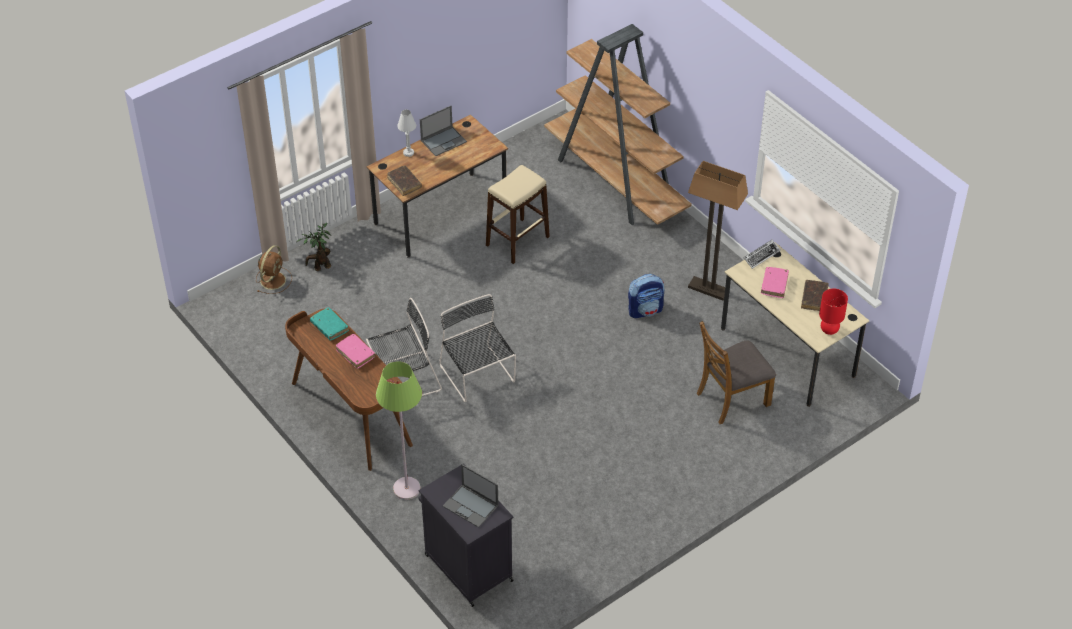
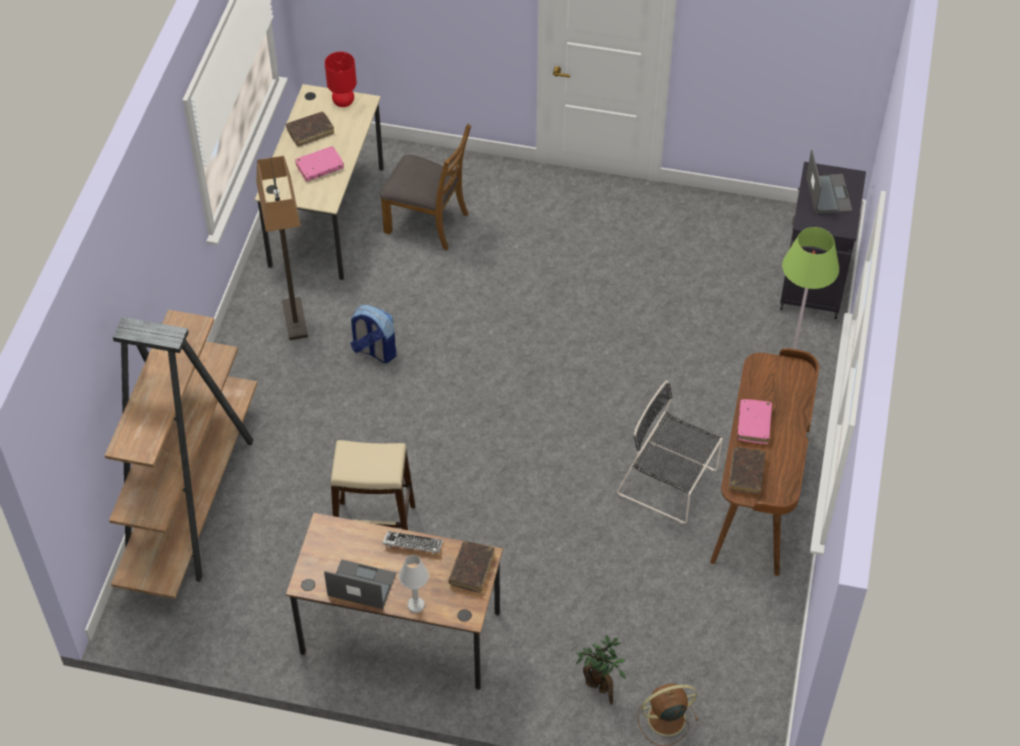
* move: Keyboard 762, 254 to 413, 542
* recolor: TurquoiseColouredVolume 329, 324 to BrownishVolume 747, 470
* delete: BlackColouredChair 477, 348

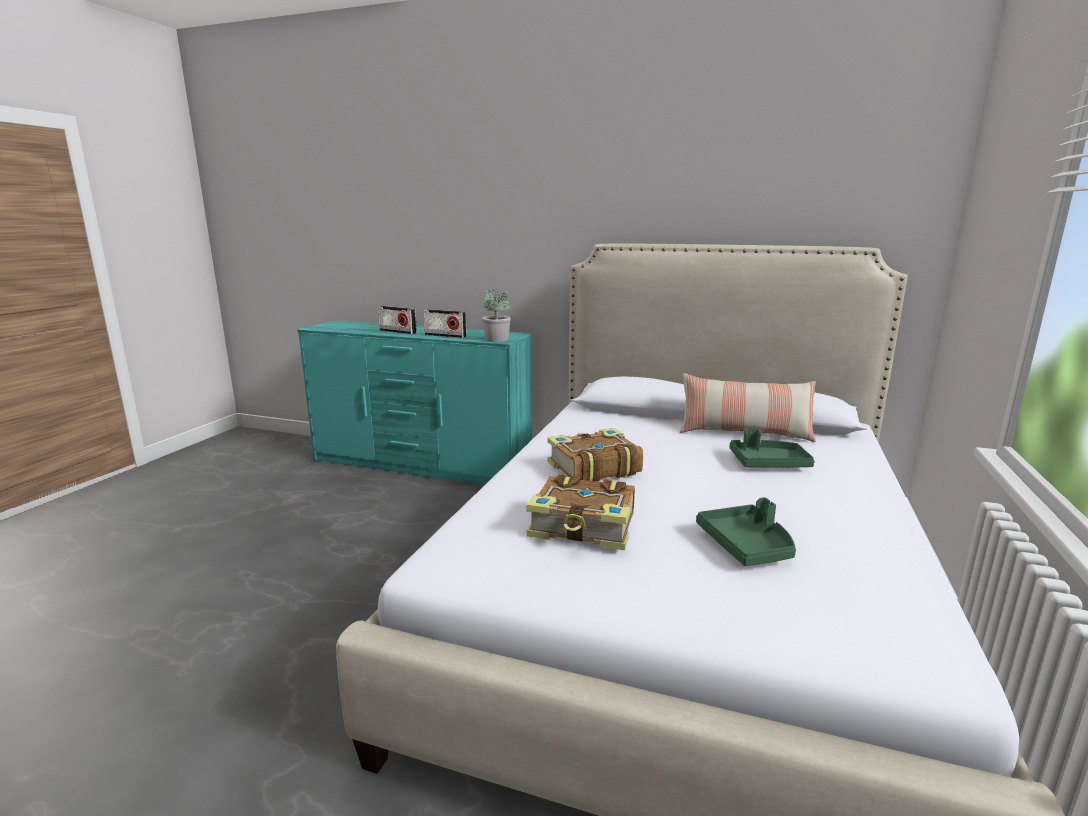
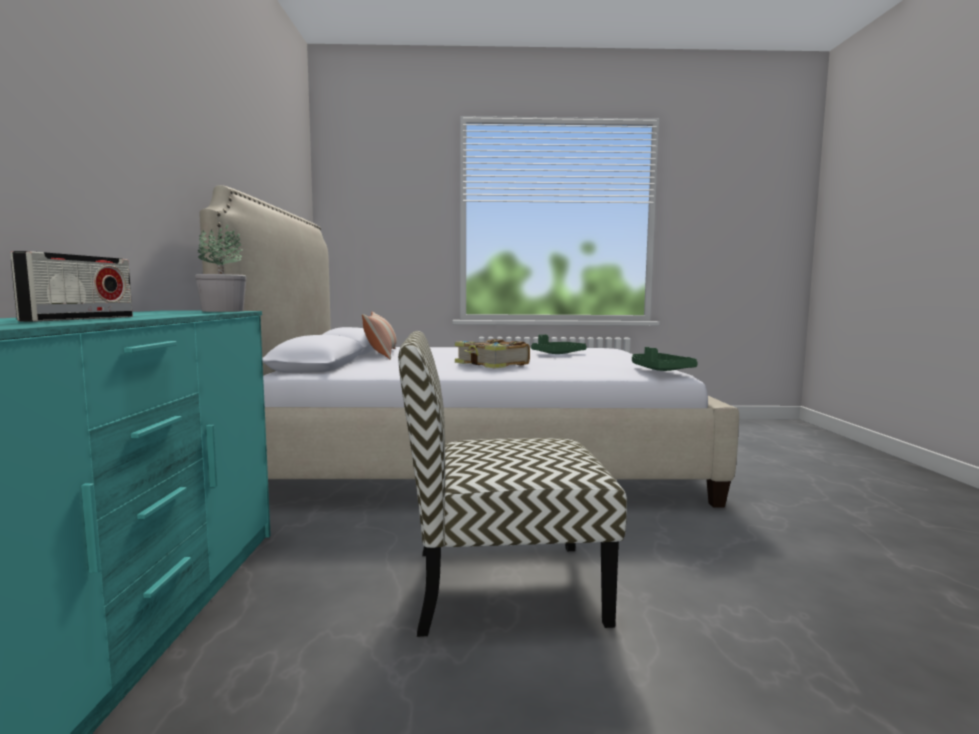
* insert: Chair 512, 484
* move: GreenishTray 772, 448 to 665, 359
* delete: RadioSet 445, 323
* delete: Volume 580, 512

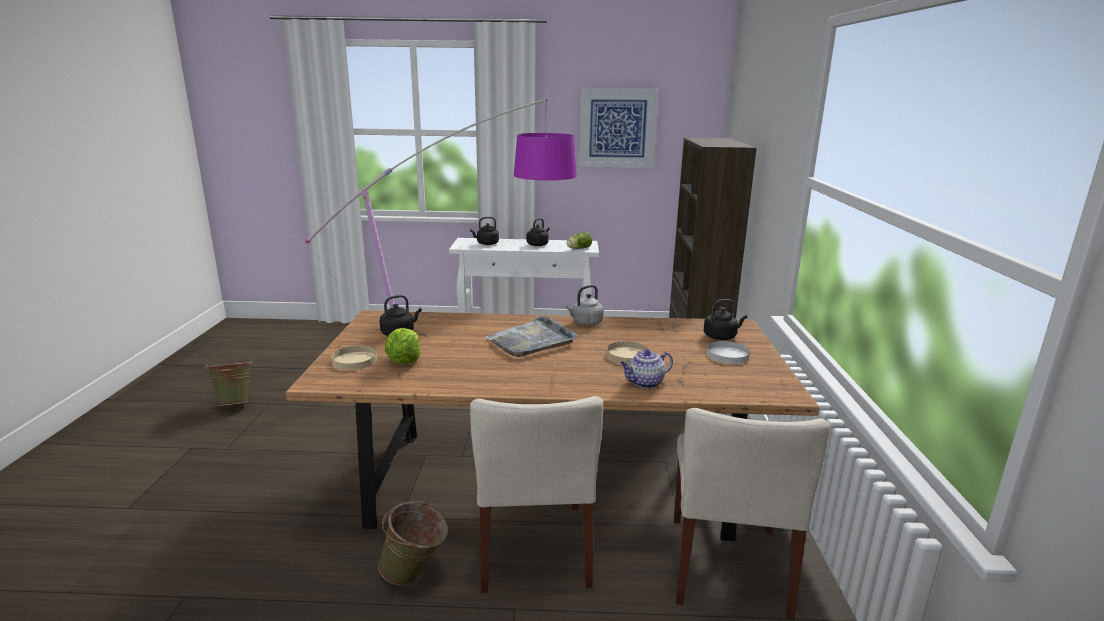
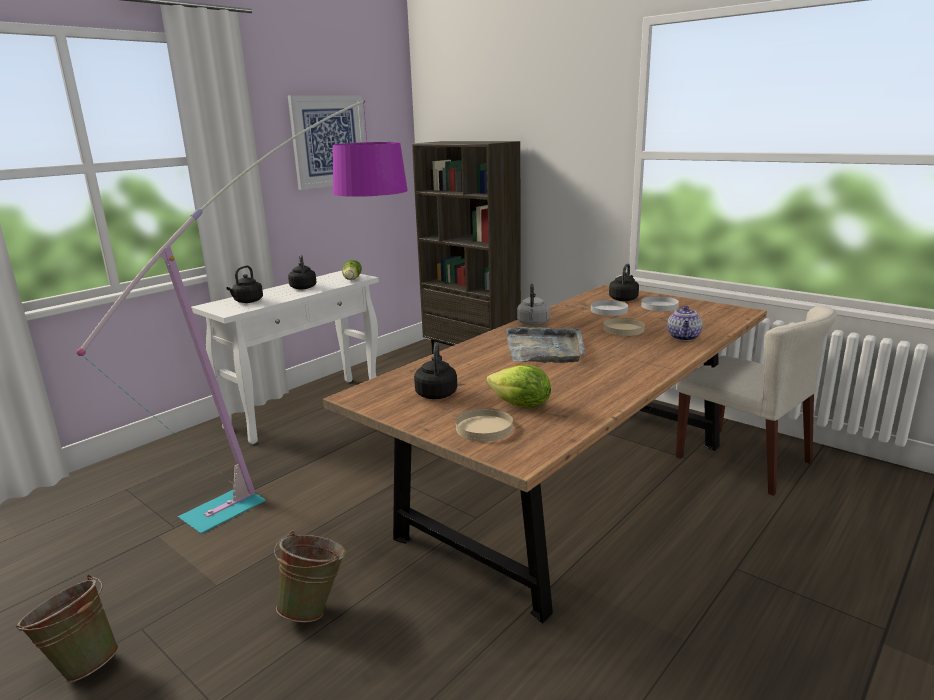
* move: GreenishPail 413, 543 to 310, 576
* insert: WhitishFlatDish 609, 308
* delete: BeigeChair 536, 494

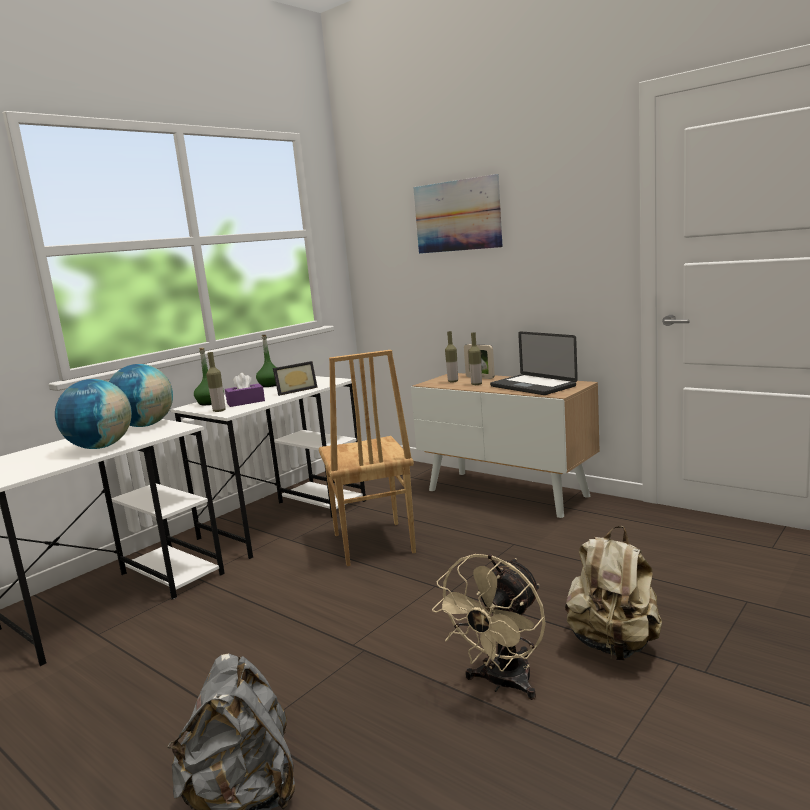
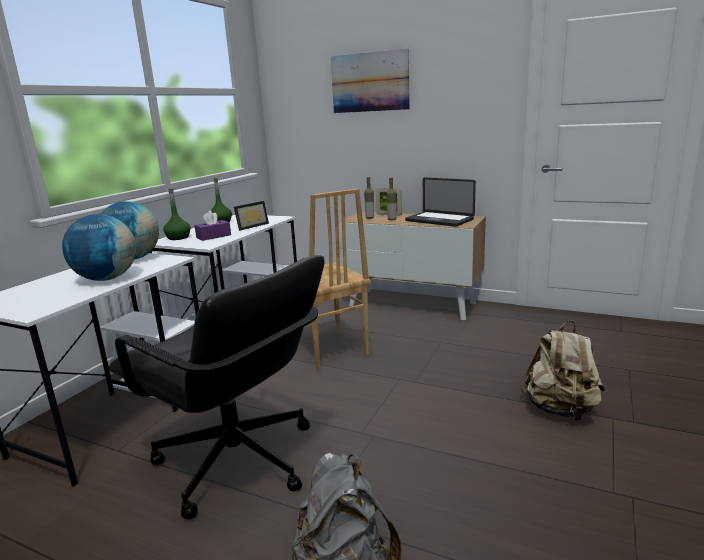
* insert: BlackColouredDeskChair 217, 387
* delete: DrinkBottle 216, 382
* delete: BeigeElectricFan 489, 627

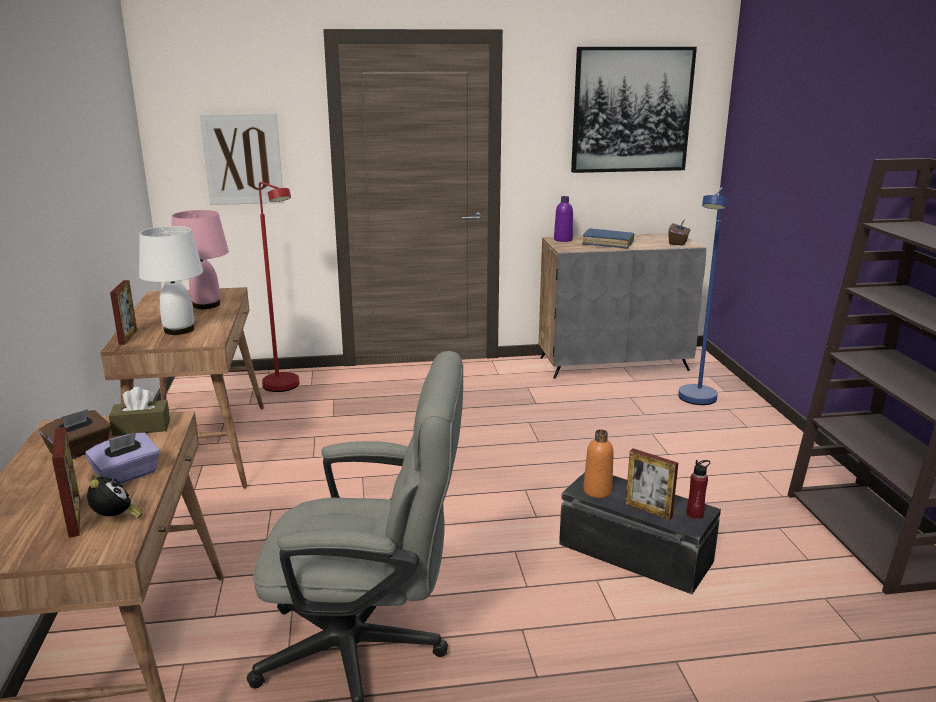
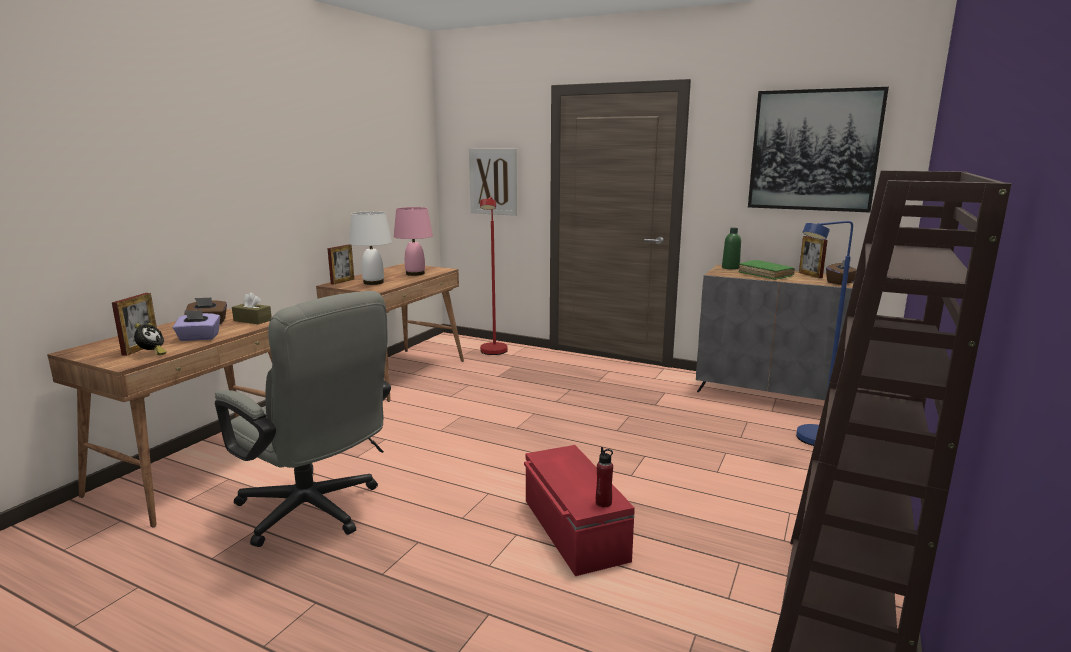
* recolor: BlackColouredStorageBin 640, 533 to ReddishStorageBin 579, 510
* recolor: PurpleColouredDrinkBottle 563, 219 to GreenishDrinkBottle 731, 249
* recolor: BluishVolume 608, 238 to GreenishVolume 766, 270
* move: PhotoFrame 652, 484 to 813, 257
* delete: OrangeColouredDrinkBottle 598, 463

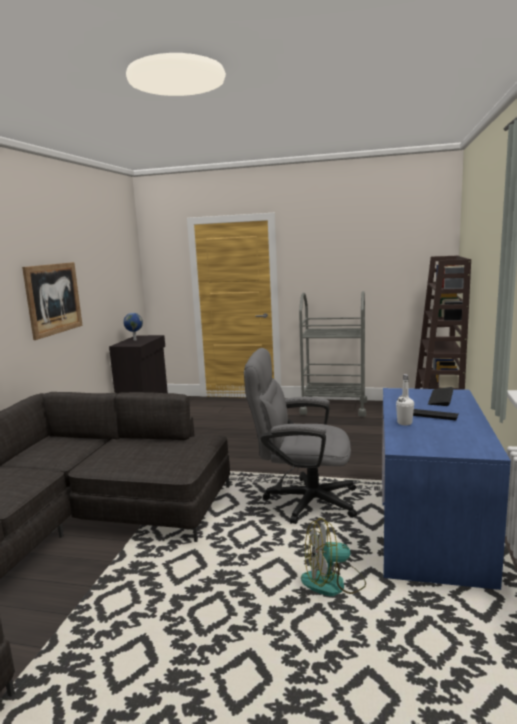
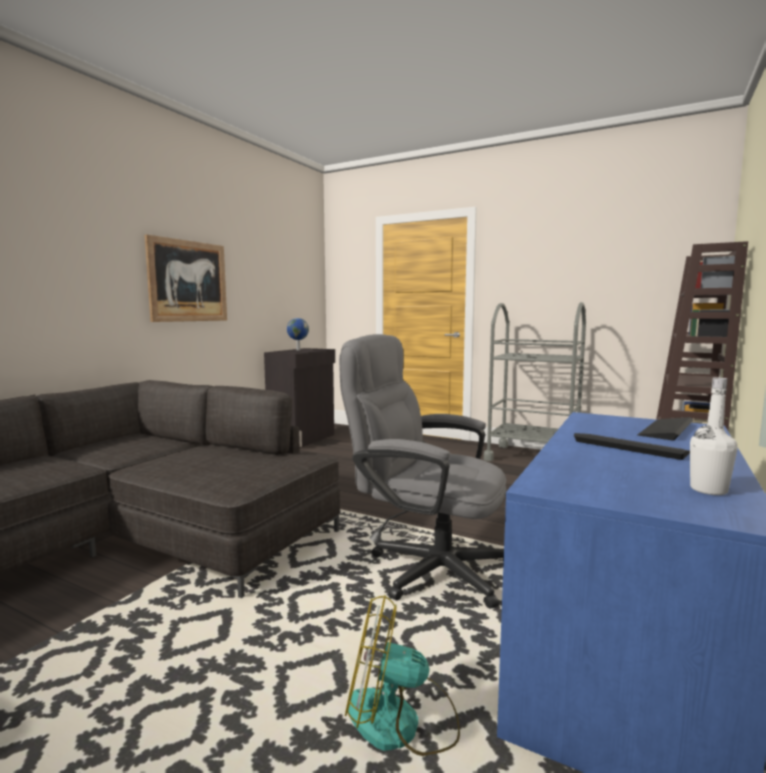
* move: WhitishDrinkBottle 405, 399 to 714, 436

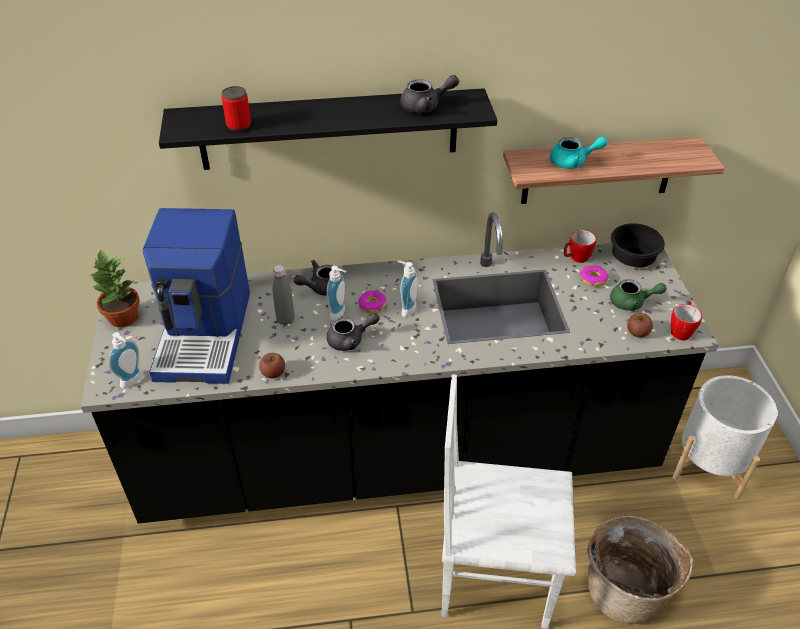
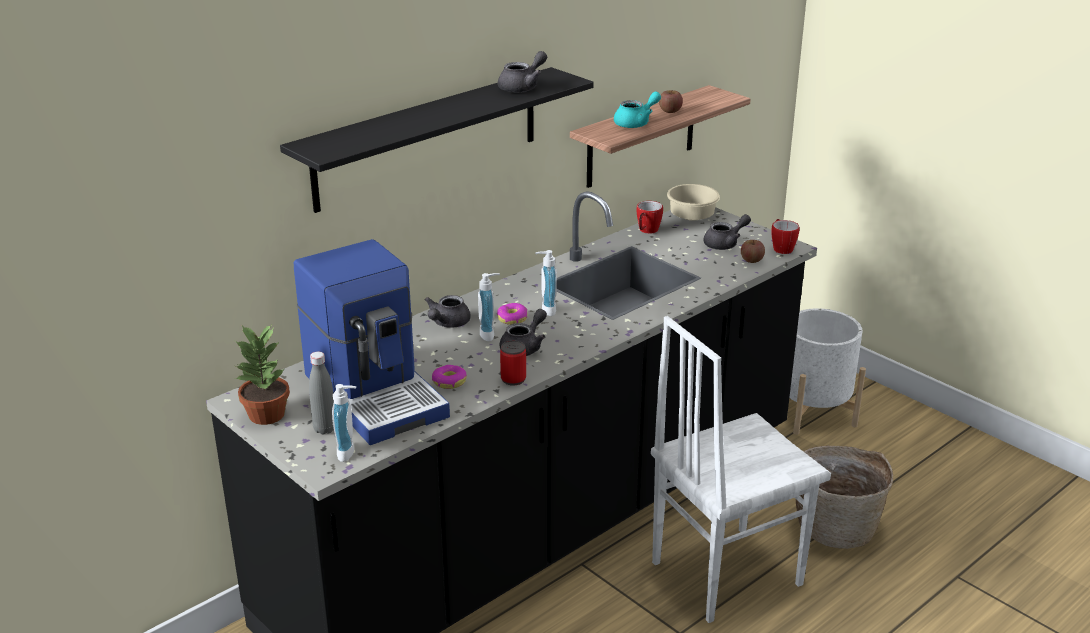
* move: GrayDrinkBottle 284, 295 to 321, 393
* move: RingDoughnut 594, 276 to 449, 377
* move: MetalCan 236, 108 to 513, 363
* move: Apple 272, 366 to 671, 101
* recolor: BlackColouredServingBowl 638, 245 to BeigeServingBowl 693, 202
* recolor: GreenishTeaPot 638, 295 to GrayTeaPot 727, 232

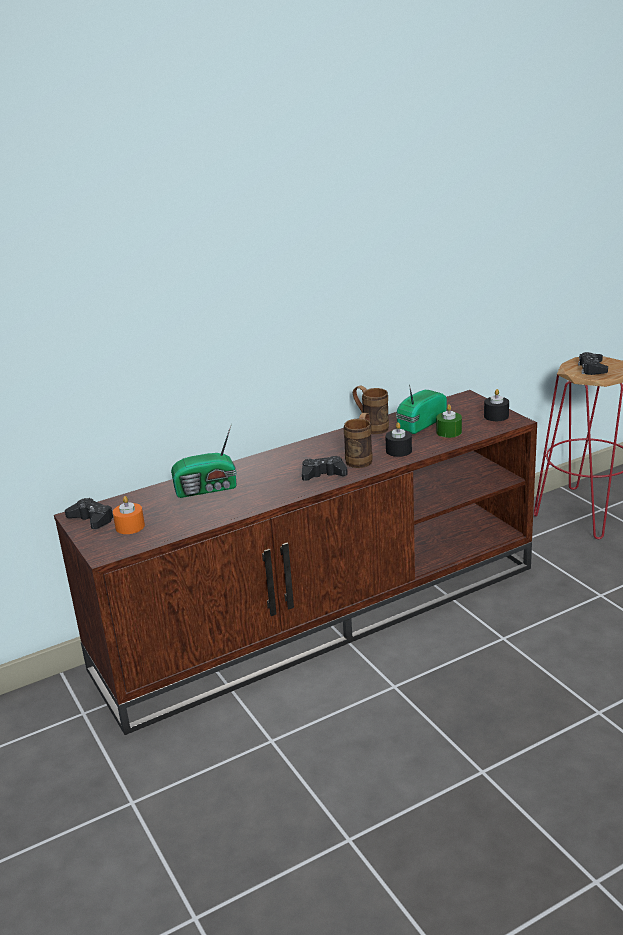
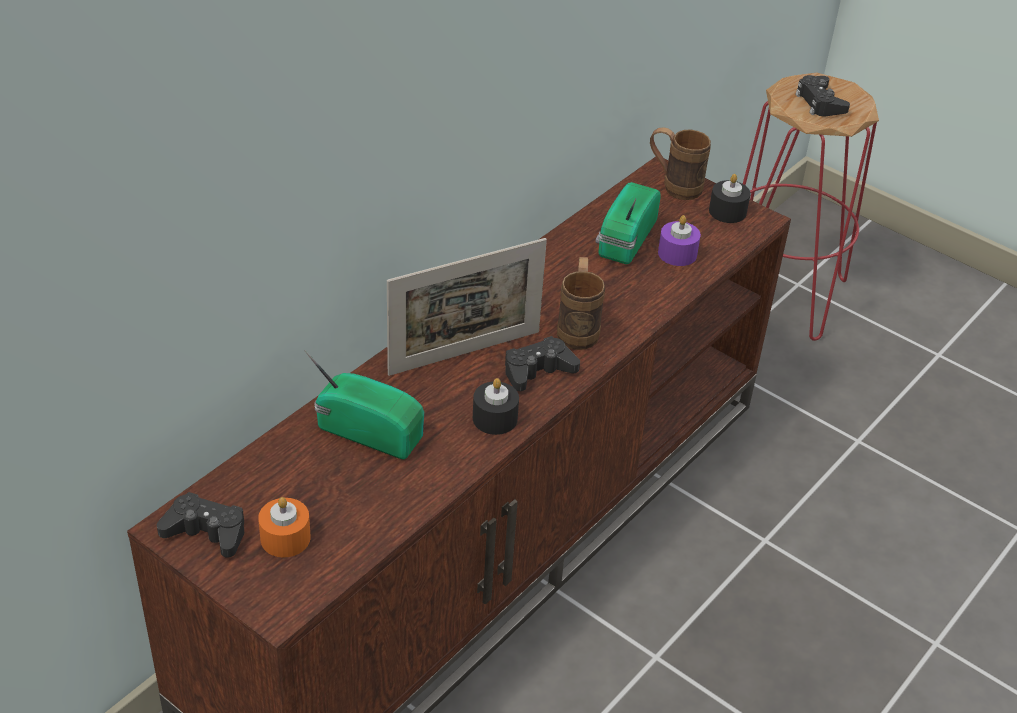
* rotate: RadioSet 204, 460 = 364, 404 120 degrees counterclockwise
* insert: PhotoFrame 467, 307
* move: BlackColouredWaxLight 398, 439 to 496, 406
* move: BrownishTeaMug 371, 409 to 680, 163
* recolor: GreenishWaxLight 449, 421 to PurpleColouredWaxLight 679, 240

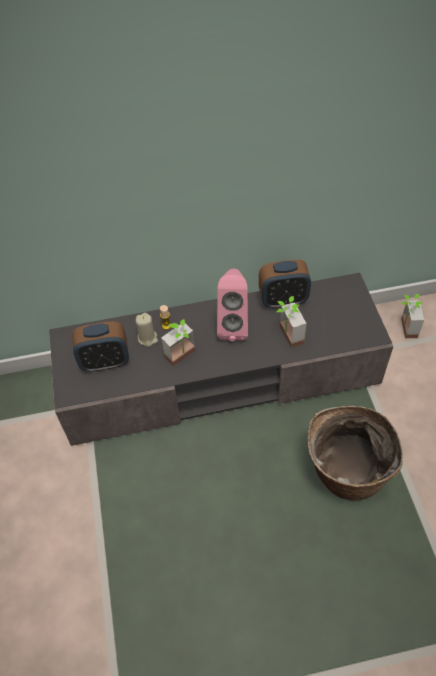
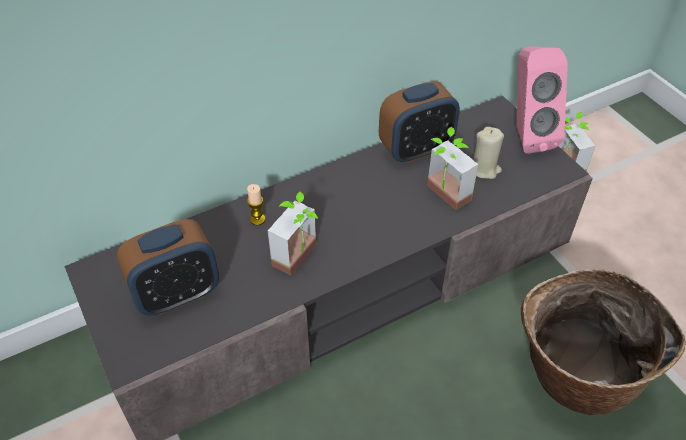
* move: BeigeWaxLight 146, 330 to 489, 153
* move: PinkColouredSpeaker 232, 305 to 542, 100

